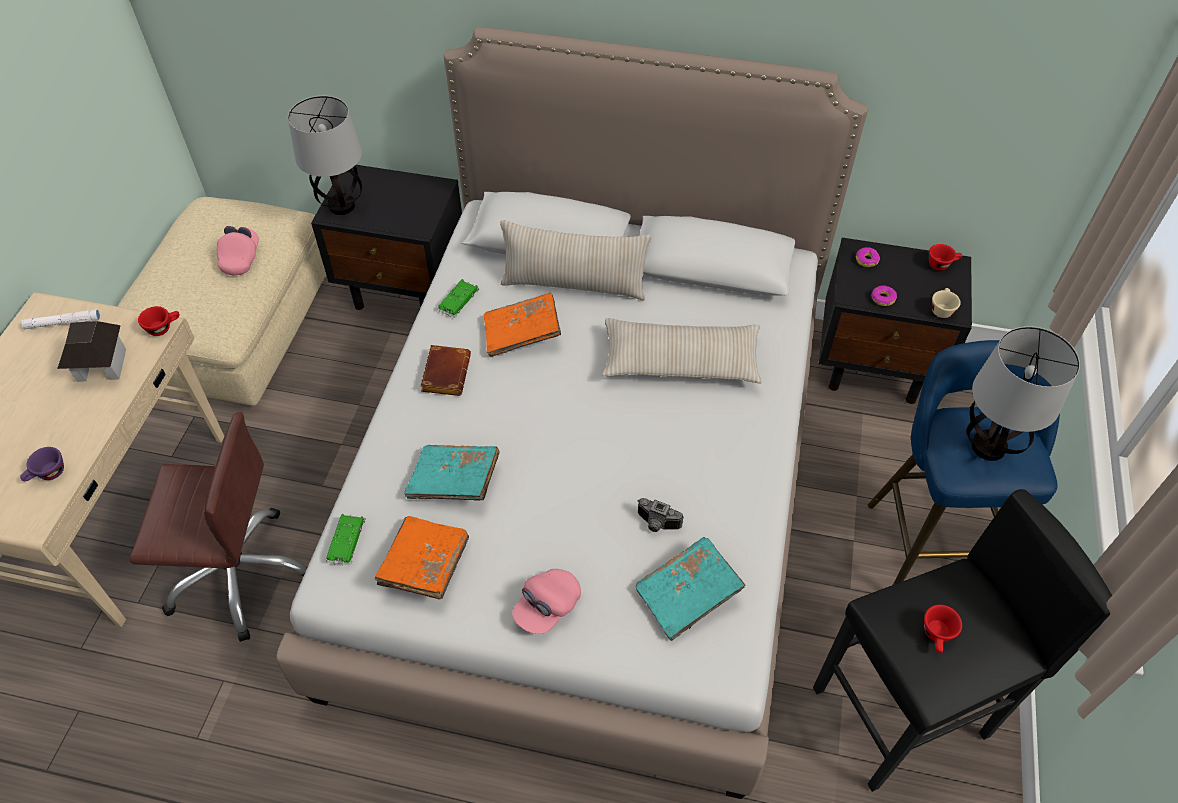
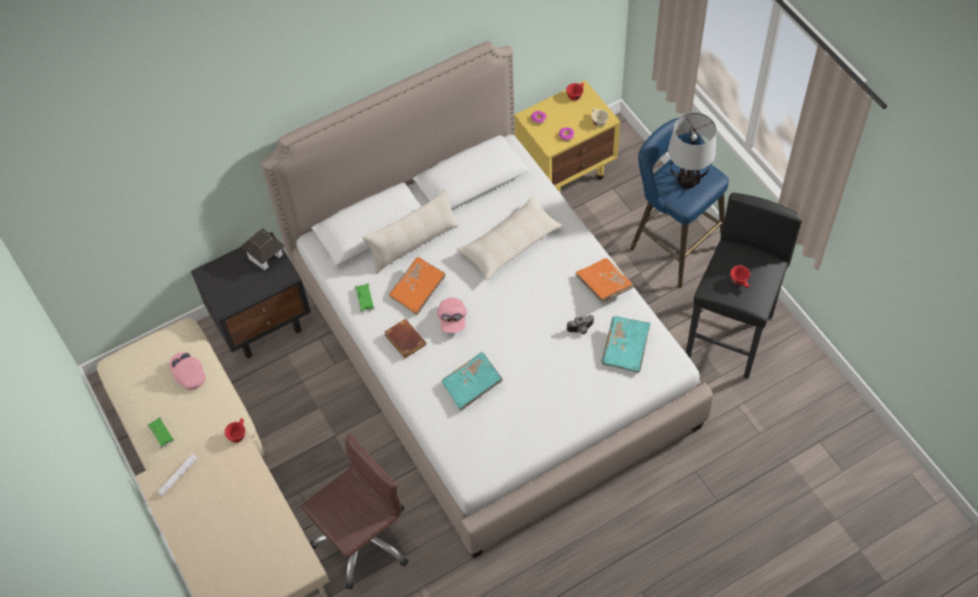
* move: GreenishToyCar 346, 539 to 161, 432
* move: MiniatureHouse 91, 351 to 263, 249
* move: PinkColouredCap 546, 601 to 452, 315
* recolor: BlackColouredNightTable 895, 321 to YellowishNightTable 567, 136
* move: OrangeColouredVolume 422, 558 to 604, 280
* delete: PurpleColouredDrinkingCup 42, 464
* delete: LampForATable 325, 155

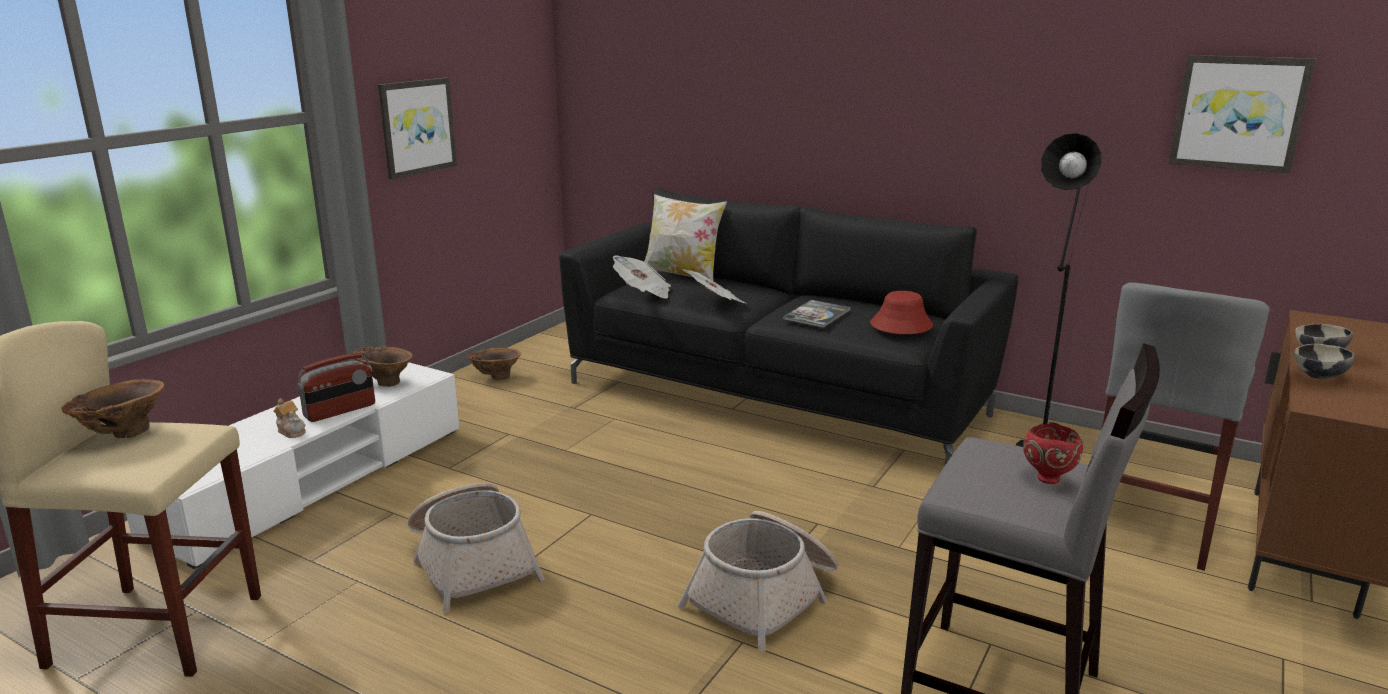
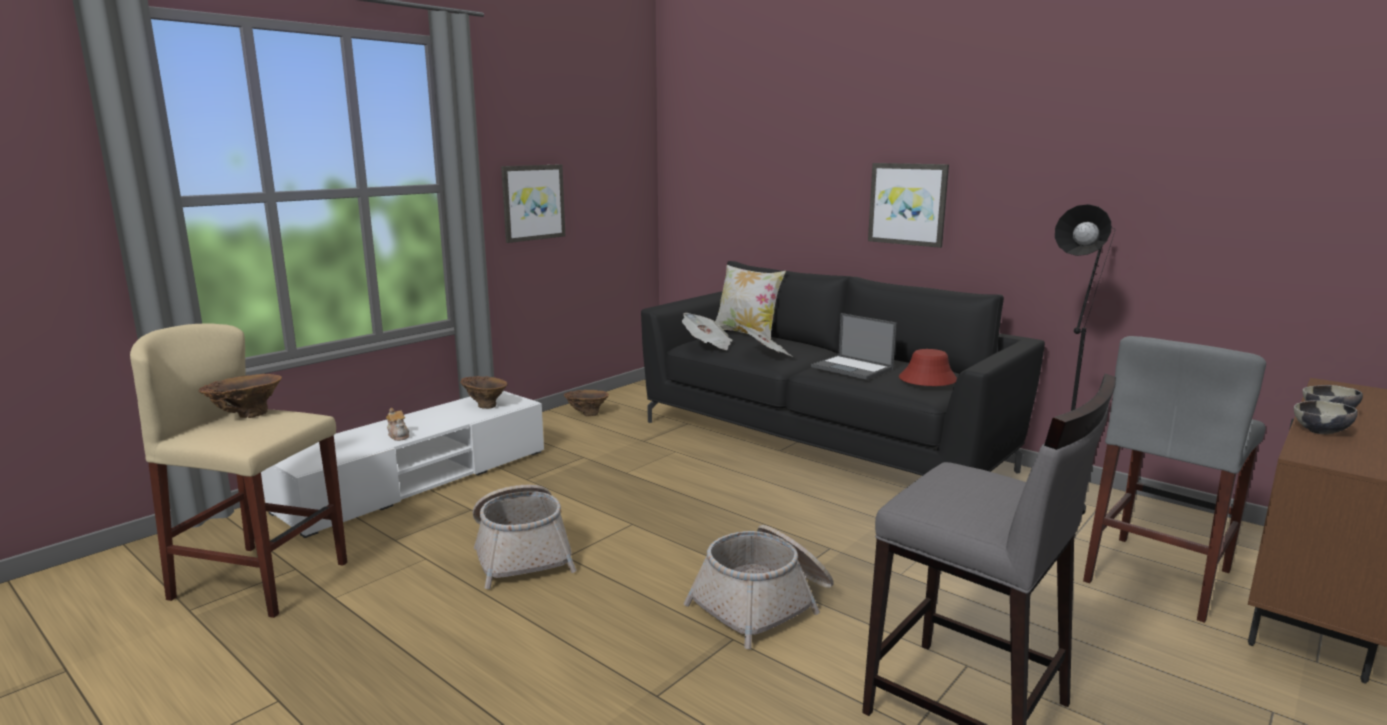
* replace: Volume 816, 314 to NotebookComputer 854, 346
* move: Picture 1241, 114 to 908, 205
* delete: RadioSet 336, 387
* delete: ReddishServingBowl 1053, 454

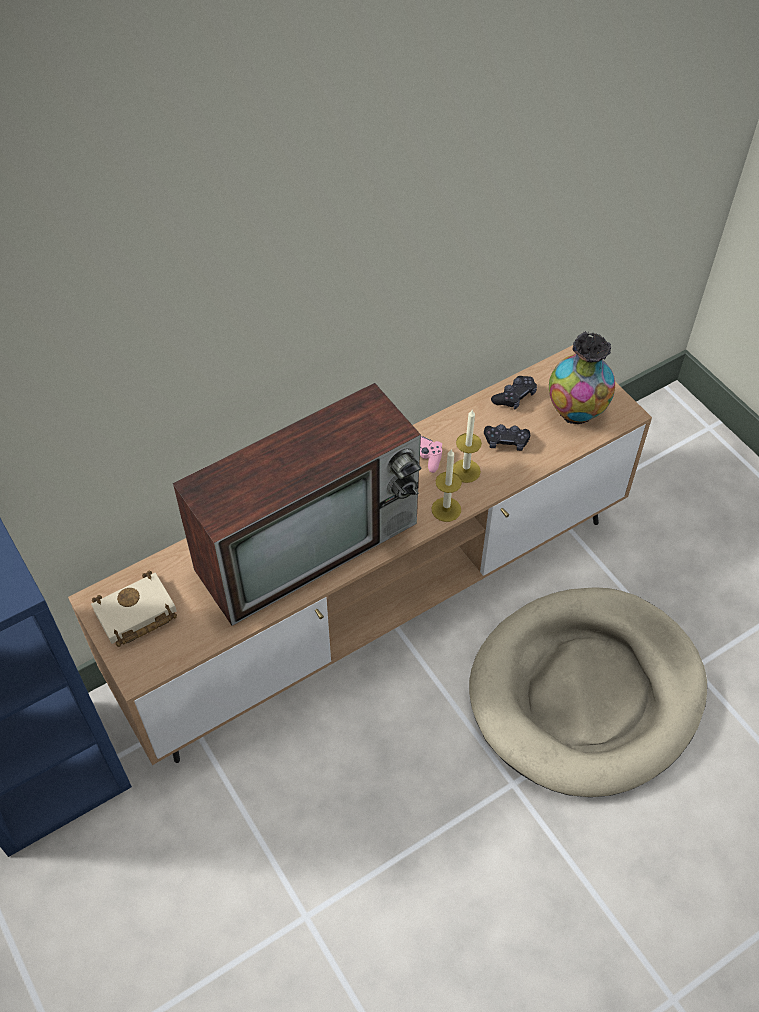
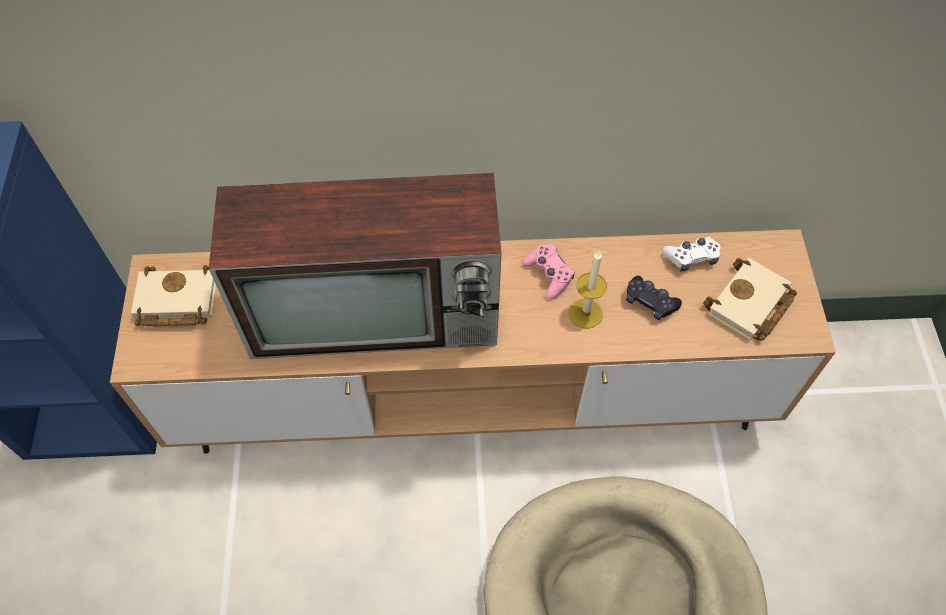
* recolor: BlackColouredGameController 514, 393 to WhitishGameController 691, 254
* replace: FlowerVase 582, 377 to BeigeVolume 750, 299
* delete: WaxLight 447, 485

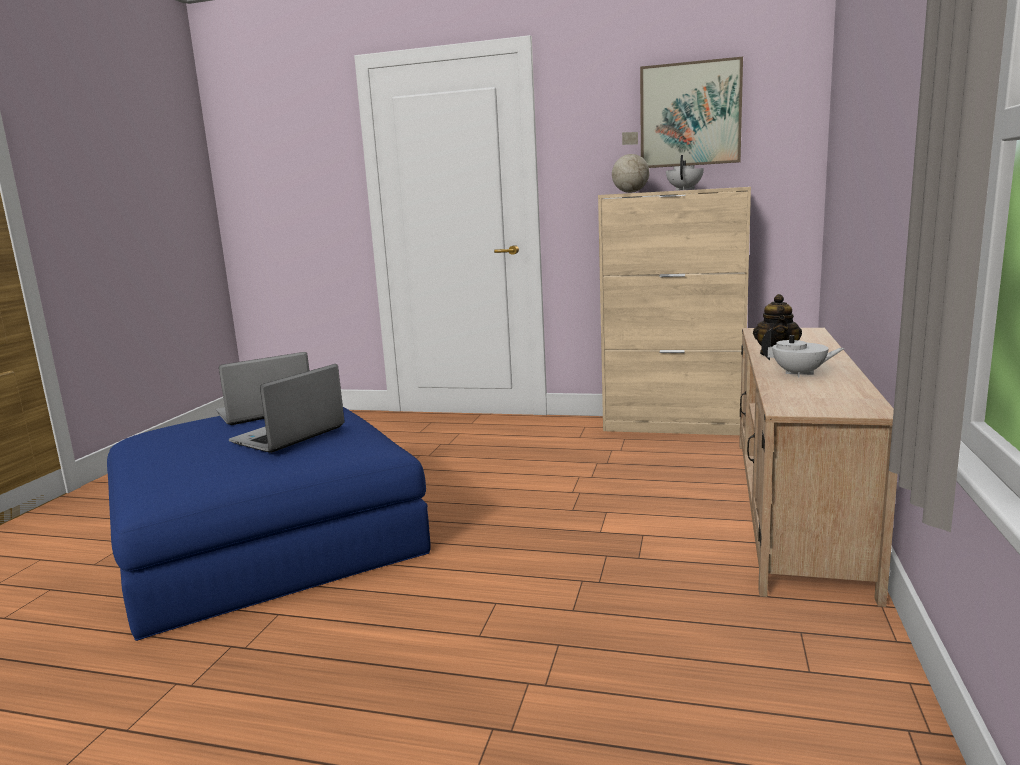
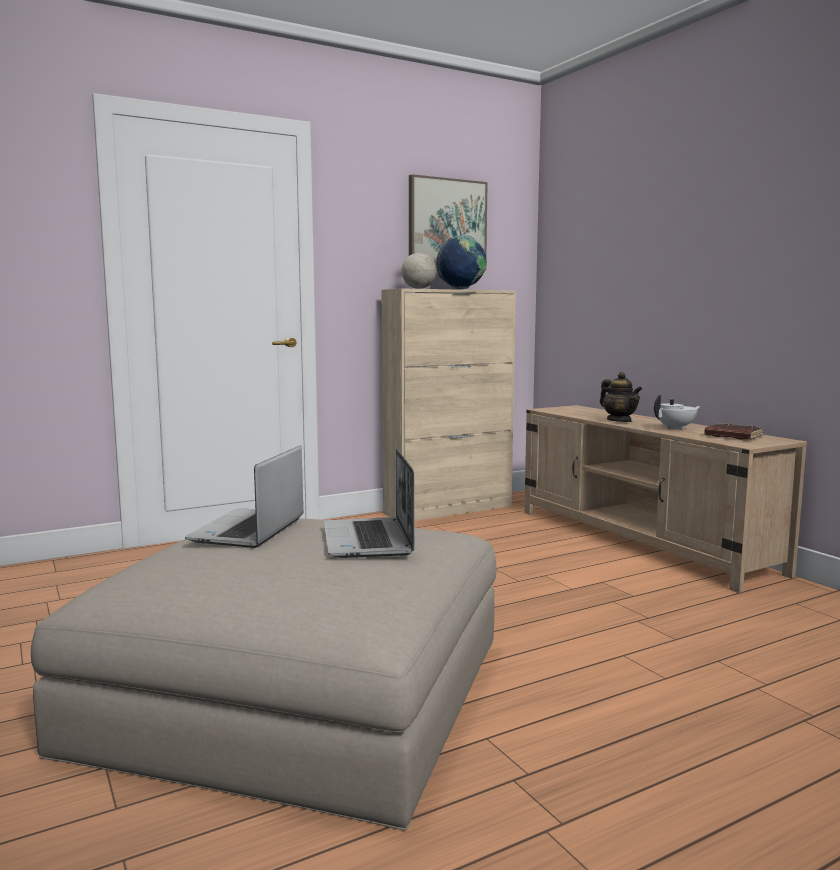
* recolor: BluishFootrest 269, 524 to BeigeFootrest 263, 674
* replace: WhitishTeaPot 685, 172 to DeskGlobe 461, 262
* insert: BrownishVolume 734, 431

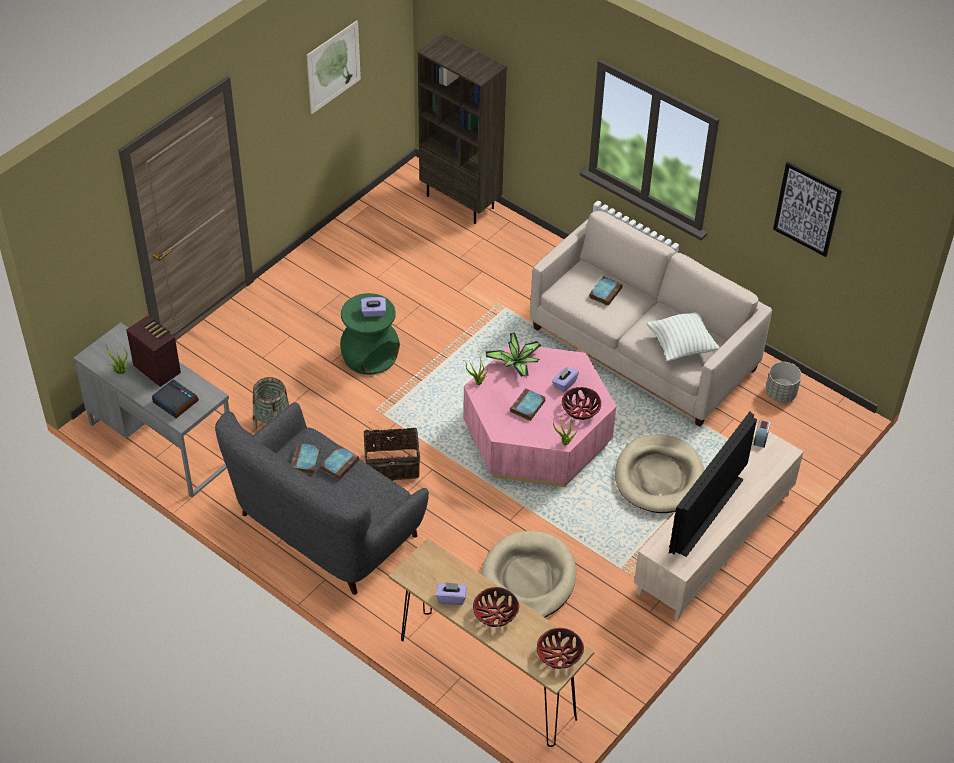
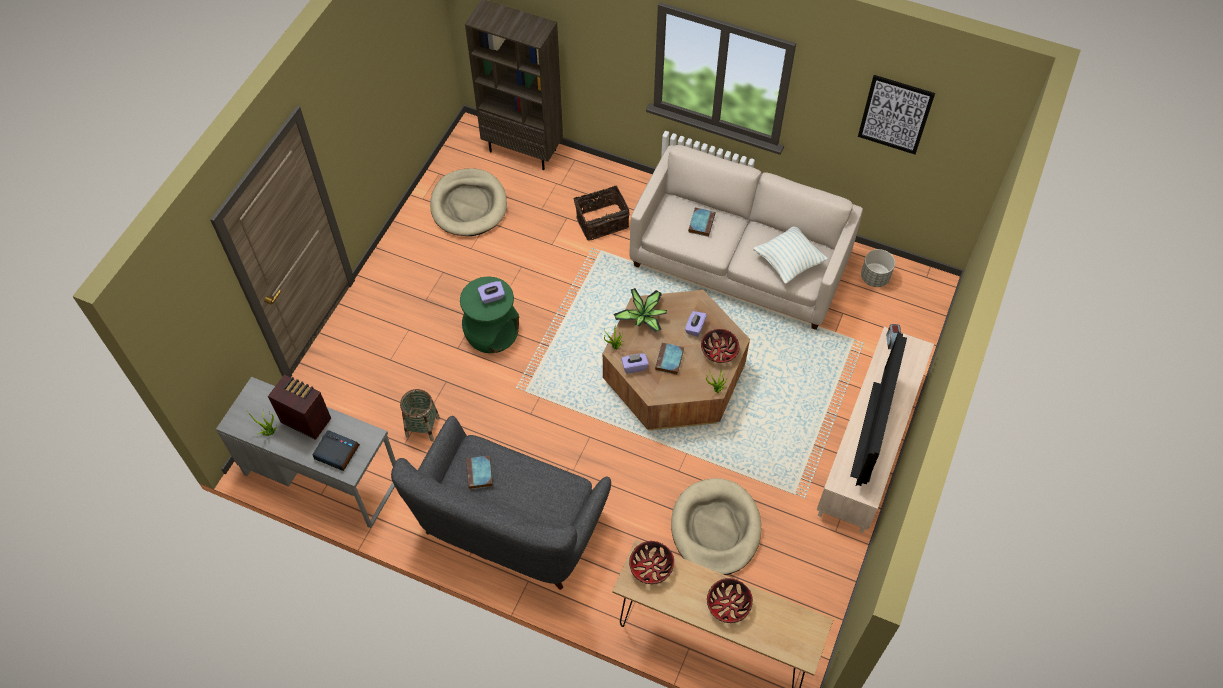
* move: BeigeDogCushion 659, 473 to 468, 202
* move: Basket 392, 454 to 602, 213
* recolor: PinkColouredLowTable 539, 415 to BrownishLowTable 676, 360
* move: PurpleColouredTissueHolder 451, 593 to 635, 363
* move: ServingBowl 560, 648 to 651, 562
* delete: Picture 334, 67
* delete: Volume 340, 463

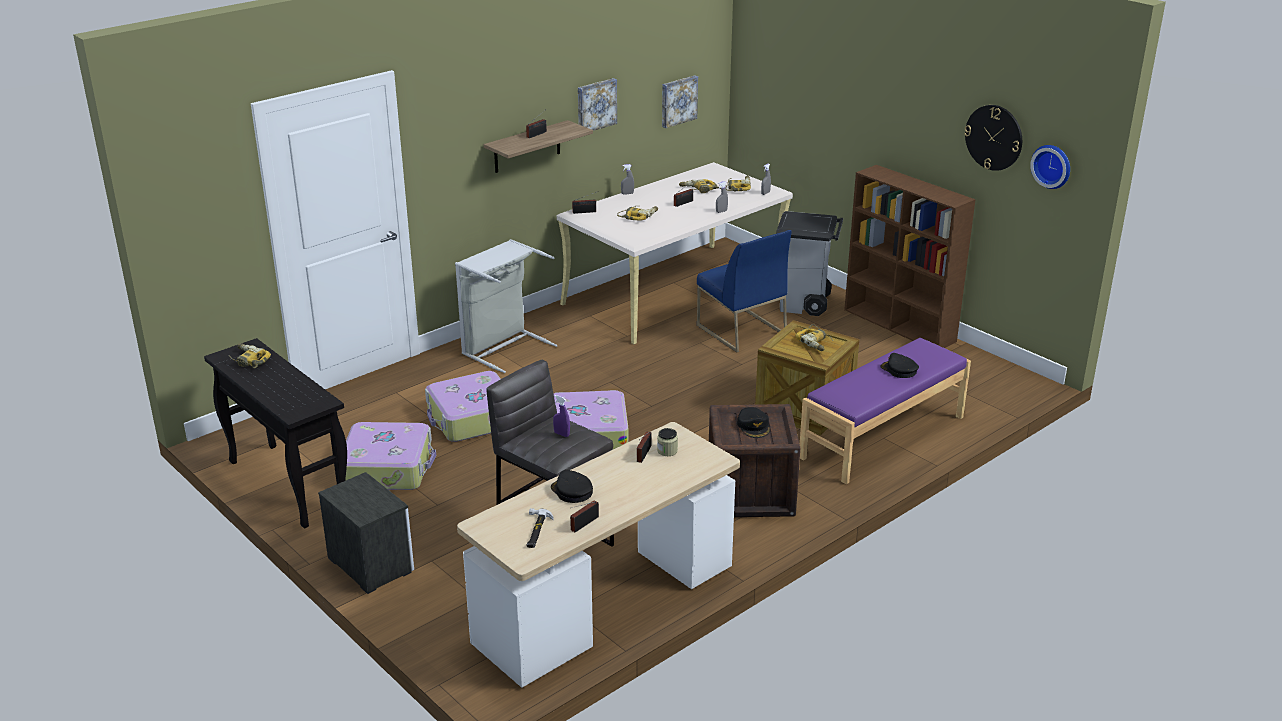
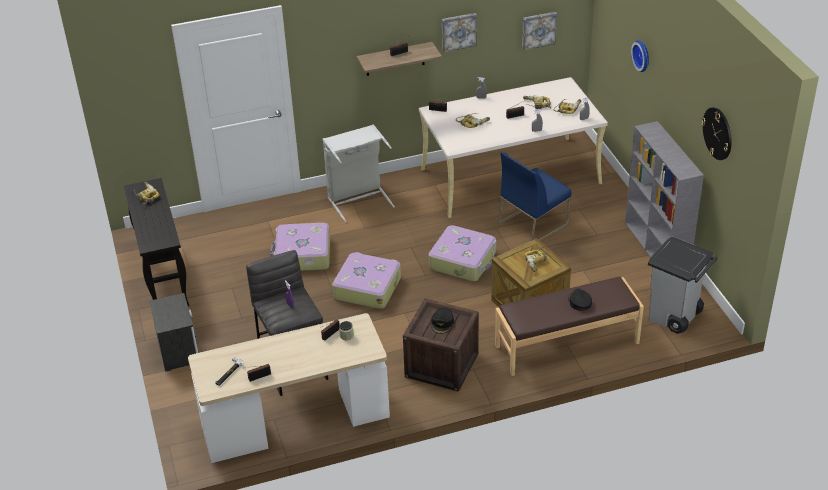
* move: Suitcase 390, 456 to 462, 253
* recolor: PurpleColouredLongSeat 885, 411 to BrownishLongSeat 569, 326
* rotate: BluishChair 744, 291 = 534, 196 60 degrees clockwise
* recolor: BrownishBookcase 910, 256 to GrayBookcase 664, 189
* move: ClockOnTheWall 1050, 167 to 640, 56
* move: GrayWasteBin 809, 263 to 683, 285
* delete: BlackColouredCap 572, 486

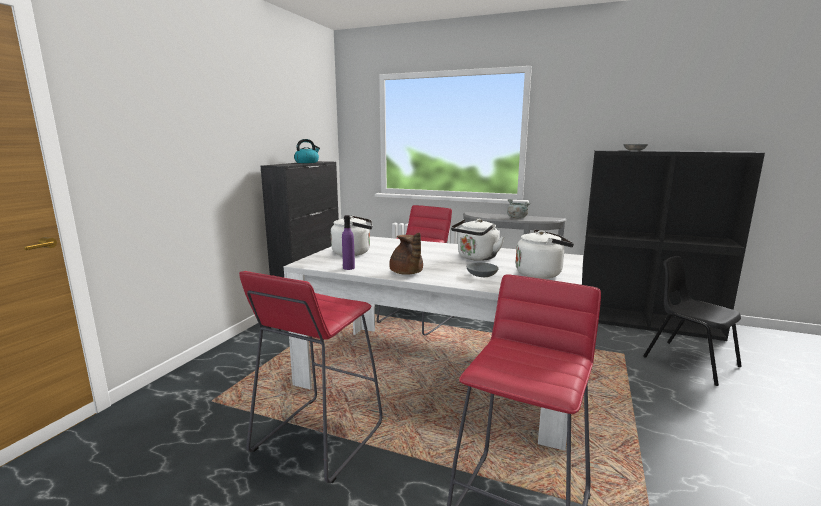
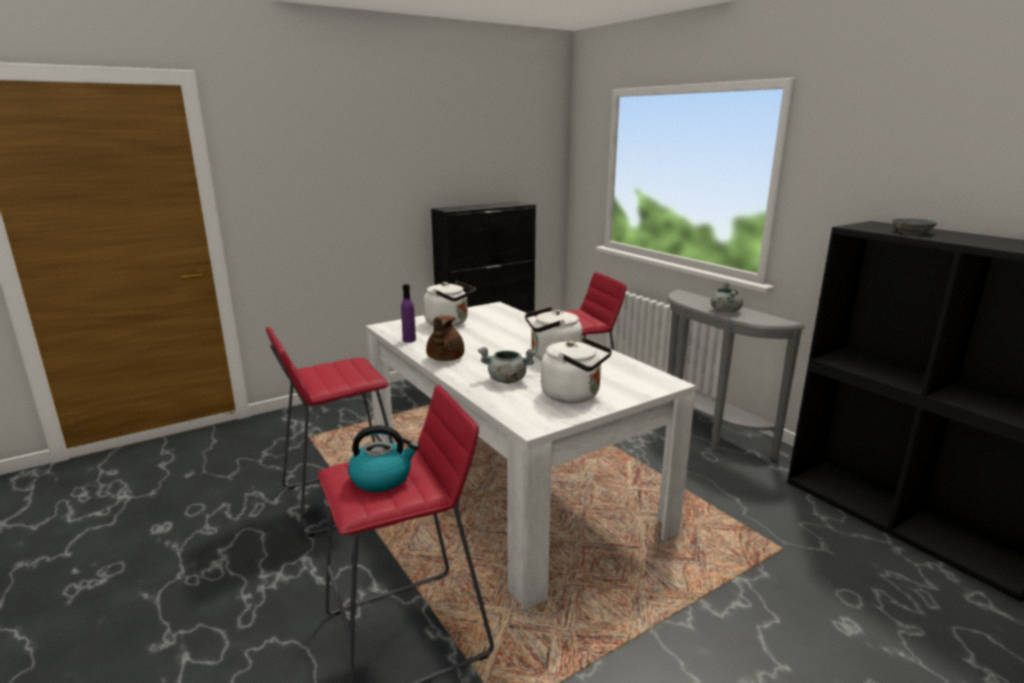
* move: TeaKettle 307, 151 to 383, 458
* replace: GrayServingBowl 482, 269 to GrayCookingPot 507, 365
* delete: BlackColouredChair 692, 321

